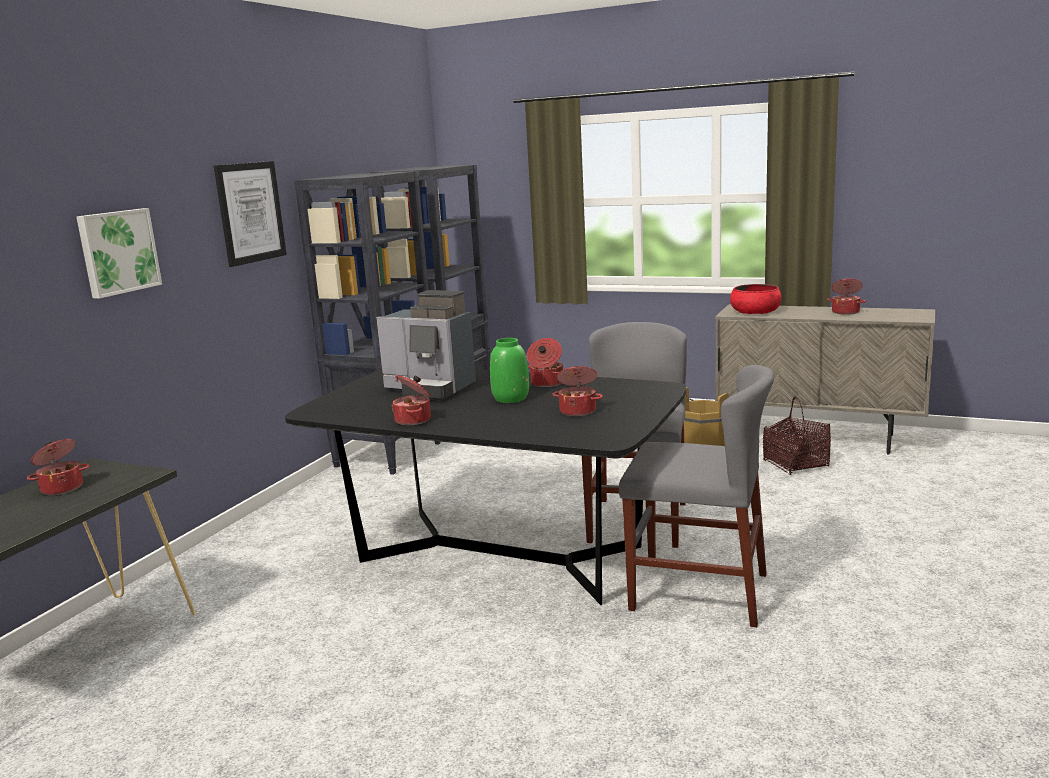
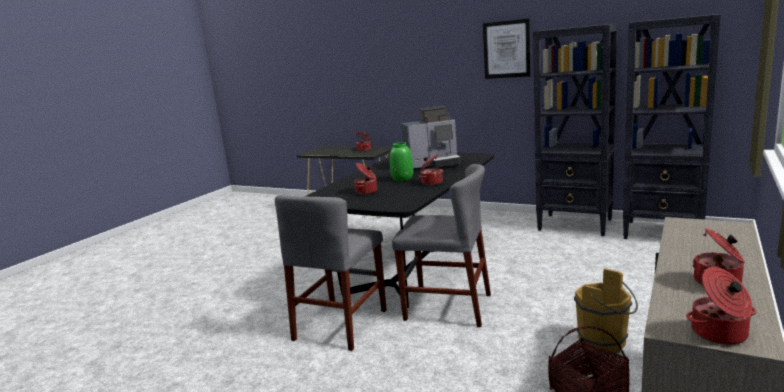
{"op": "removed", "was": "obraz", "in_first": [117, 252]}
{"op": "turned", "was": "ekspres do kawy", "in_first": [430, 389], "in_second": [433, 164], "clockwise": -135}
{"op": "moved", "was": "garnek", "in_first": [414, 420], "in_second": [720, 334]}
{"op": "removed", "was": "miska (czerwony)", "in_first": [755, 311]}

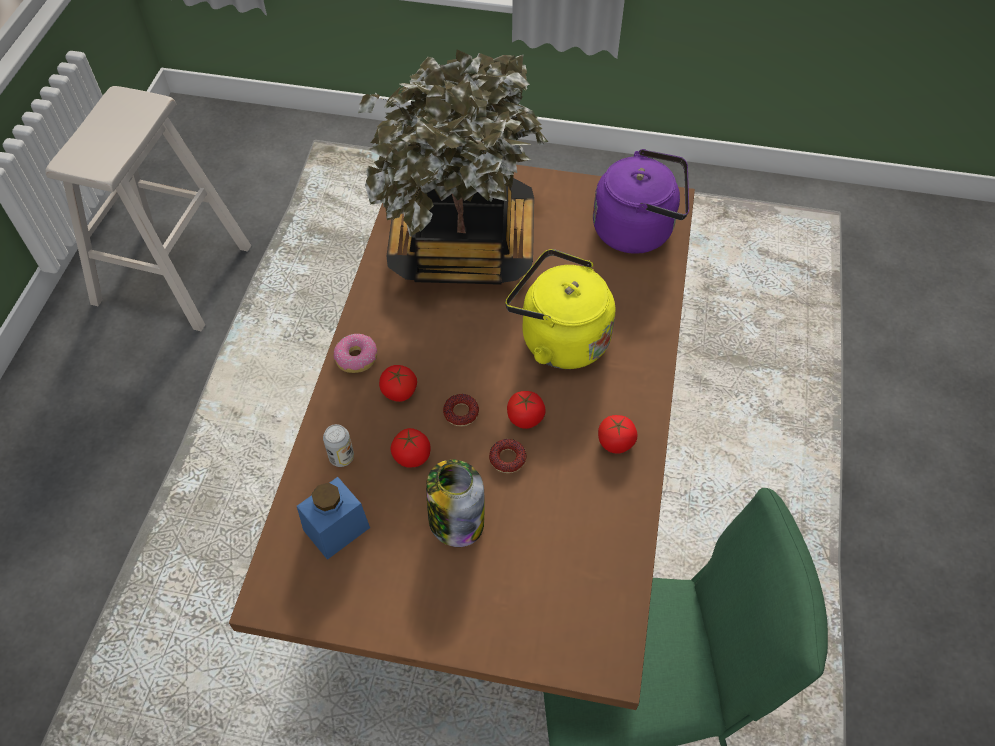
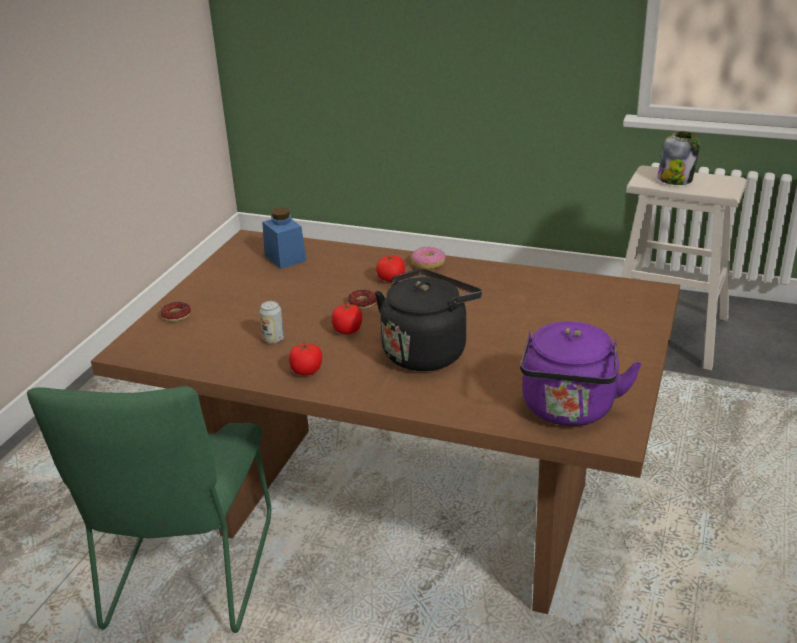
{"op": "moved", "was": "puszka", "in_first": [341, 457], "in_second": [273, 339]}
{"op": "removed", "was": "roślina doniczkowa", "in_first": [461, 244]}
{"op": "removed", "was": "pomidor", "in_first": [412, 456]}
{"op": "moved", "was": "słoik", "in_first": [455, 520], "in_second": [675, 179]}
{"op": "moved", "was": "donut", "in_first": [507, 459], "in_second": [176, 315]}
{"op": "recoloured", "was": "czajnik (żółty)", "now": "czajnik (czarny)", "in_first": [559, 338], "in_second": [427, 351]}

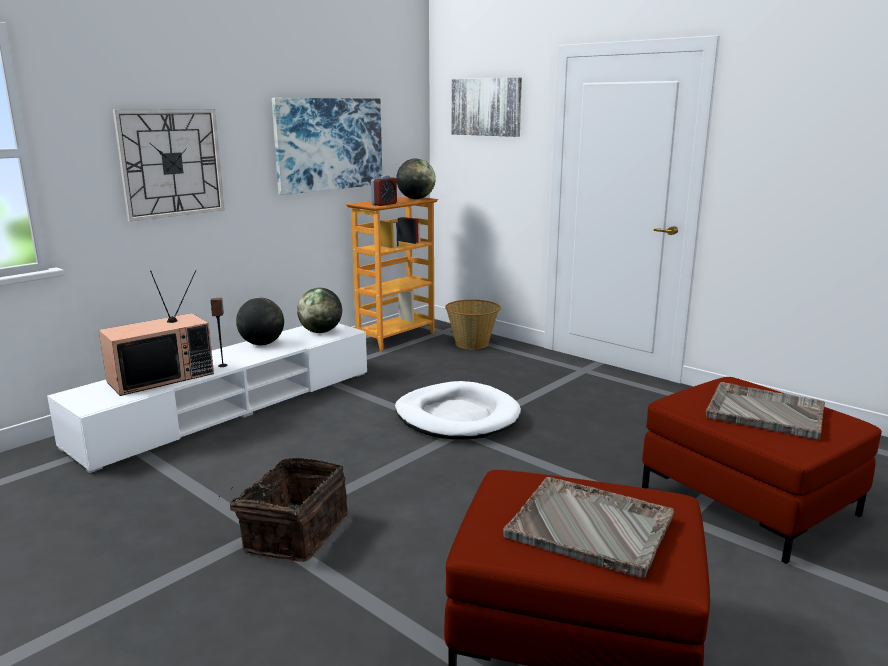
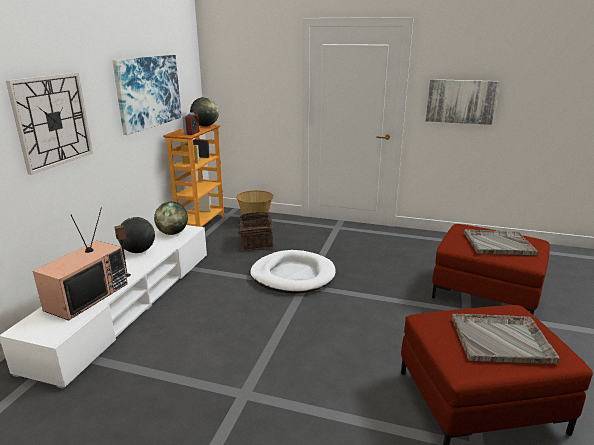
{"op": "moved", "was": "koszyk", "in_first": [293, 533], "in_second": [256, 242]}
{"op": "moved", "was": "obraz", "in_first": [486, 107], "in_second": [460, 101]}

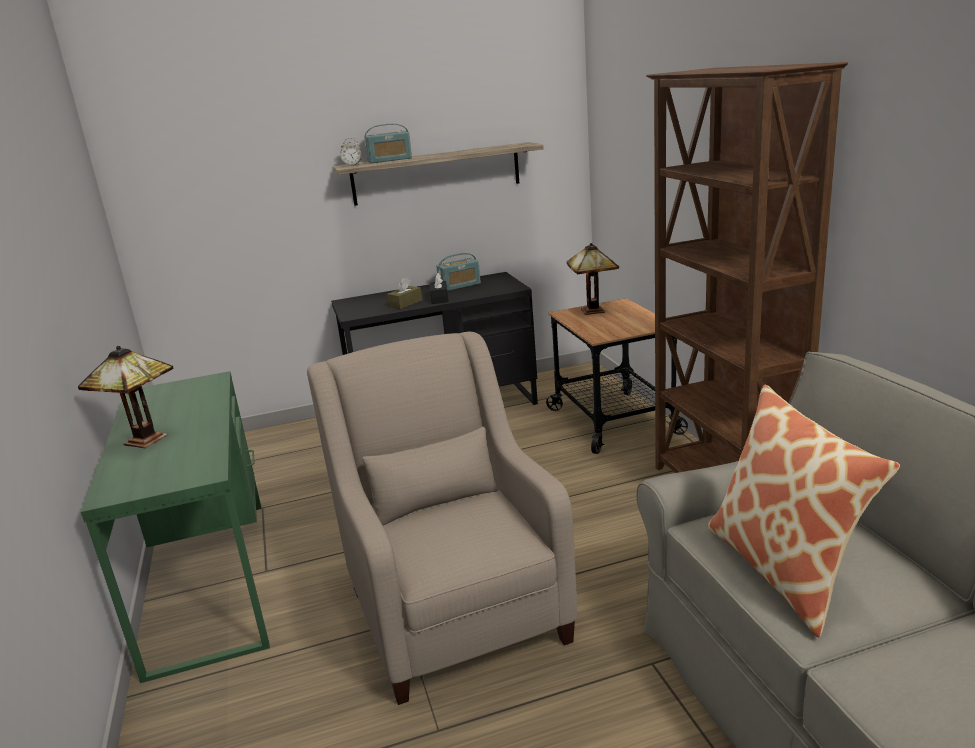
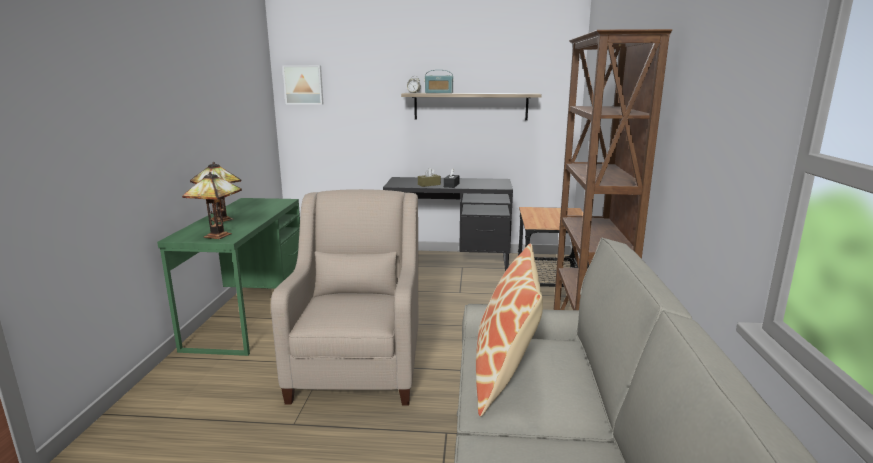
{"op": "removed", "was": "radio", "in_first": [459, 286]}
{"op": "moved", "was": "lampa stołowa", "in_first": [594, 310], "in_second": [220, 235]}
{"op": "added", "now": "obraz", "in_second": [303, 85]}

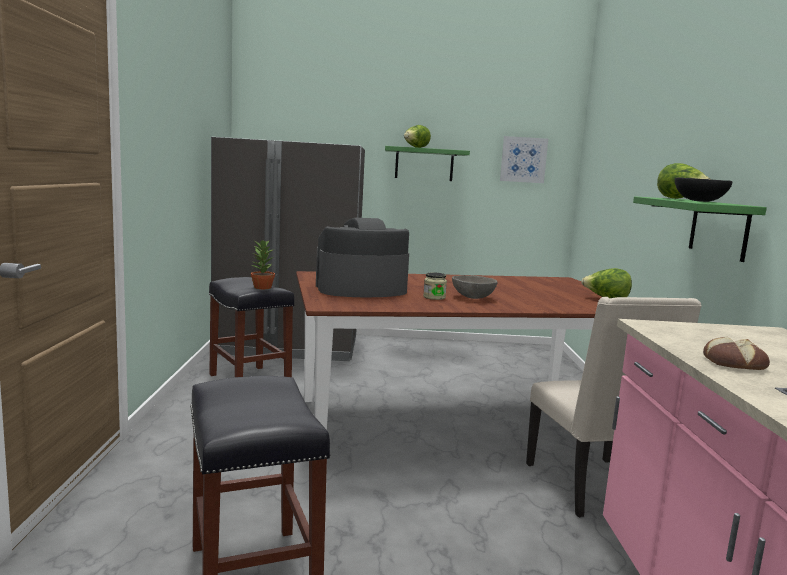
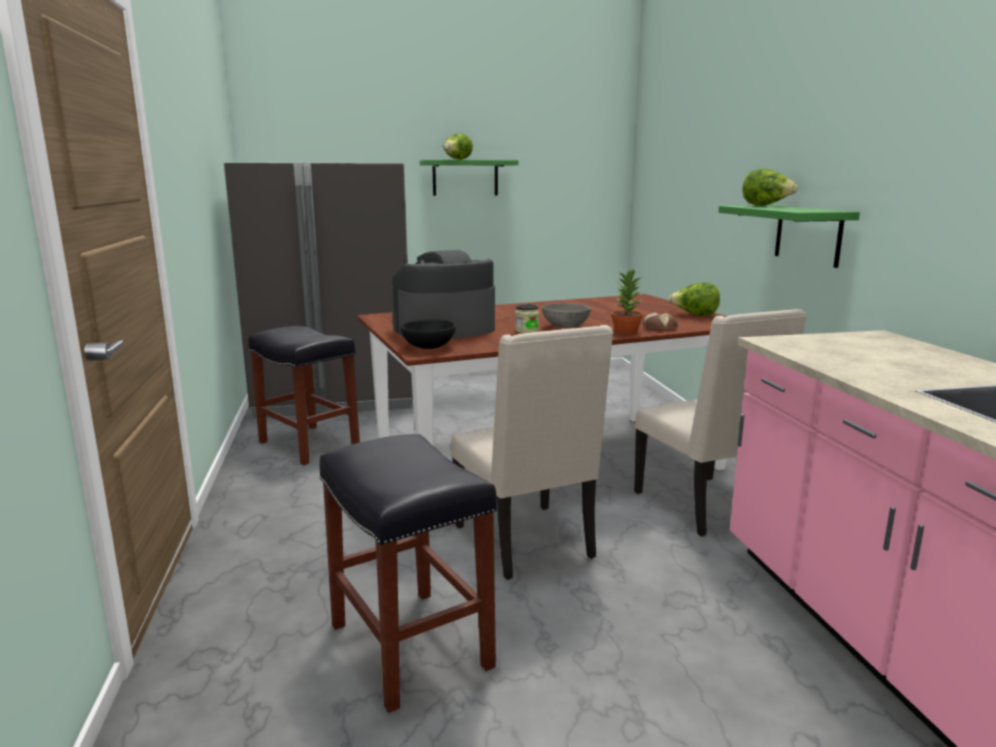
{"op": "moved", "was": "roślina doniczkowa", "in_first": [262, 287], "in_second": [625, 332]}
{"op": "removed", "was": "obraz", "in_first": [523, 159]}
{"op": "moved", "was": "miska (czarny)", "in_first": [699, 201], "in_second": [428, 347]}
{"op": "moved", "was": "chleb", "in_first": [734, 363], "in_second": [659, 328]}
{"op": "added", "now": "krzesło (beżowy)", "in_second": [527, 542]}

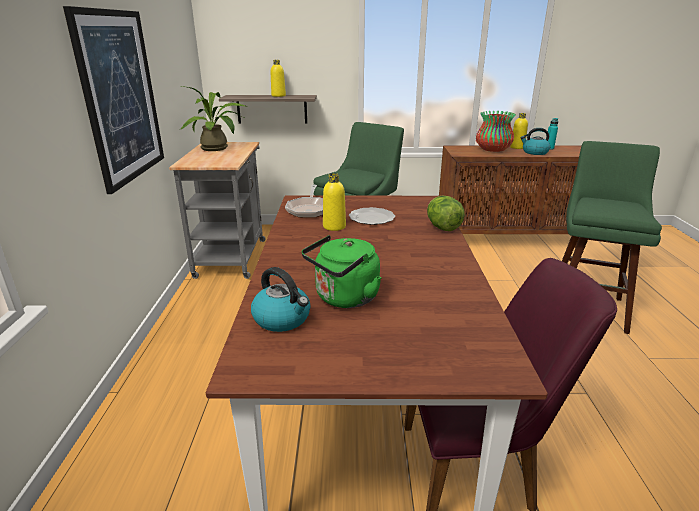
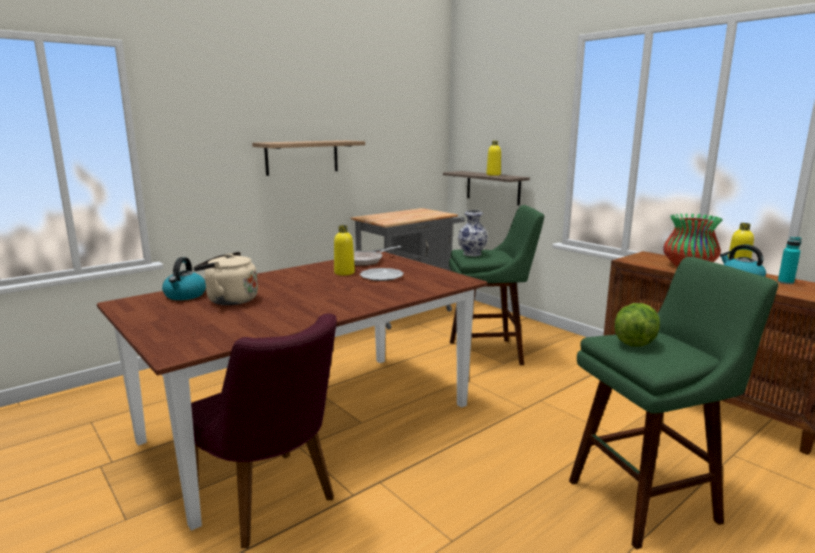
{"op": "replaced", "was": "obraz", "now": "półka", "in_first": [121, 97], "in_second": [302, 157]}
{"op": "removed", "was": "roślina doniczkowa", "in_first": [218, 148]}
{"op": "recoloured", "was": "czajnik (zielony)", "now": "czajnik (beżowy)", "in_first": [344, 298], "in_second": [229, 300]}
{"op": "moved", "was": "sałata", "in_first": [442, 227], "in_second": [634, 342]}
{"op": "added", "now": "wazon", "in_second": [472, 254]}

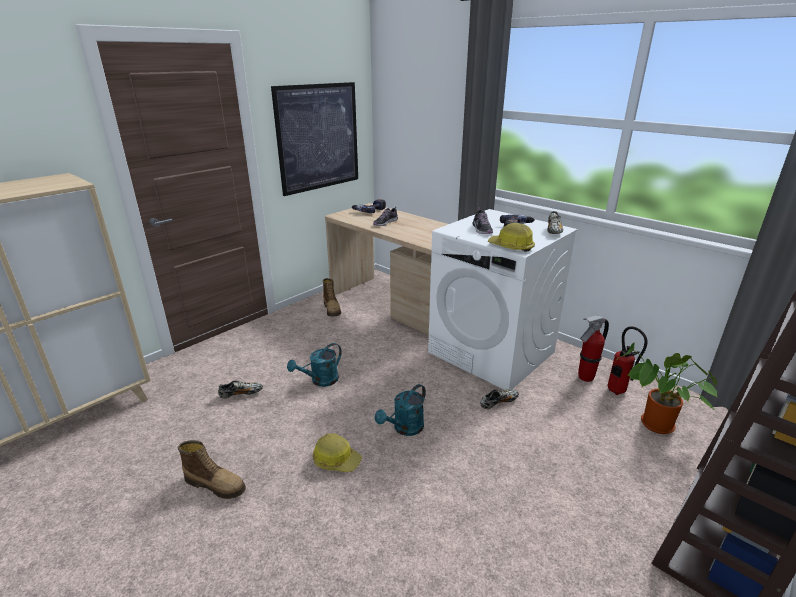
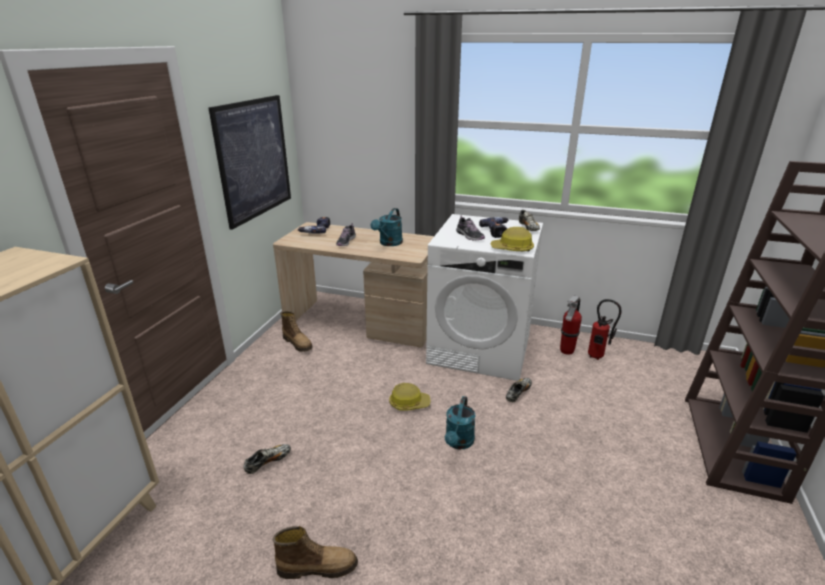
{"op": "moved", "was": "konewka (turkusowy)", "in_first": [320, 381], "in_second": [389, 243]}
{"op": "moved", "was": "kask", "in_first": [336, 459], "in_second": [409, 403]}
{"op": "removed", "was": "roślina doniczkowa", "in_first": [654, 426]}

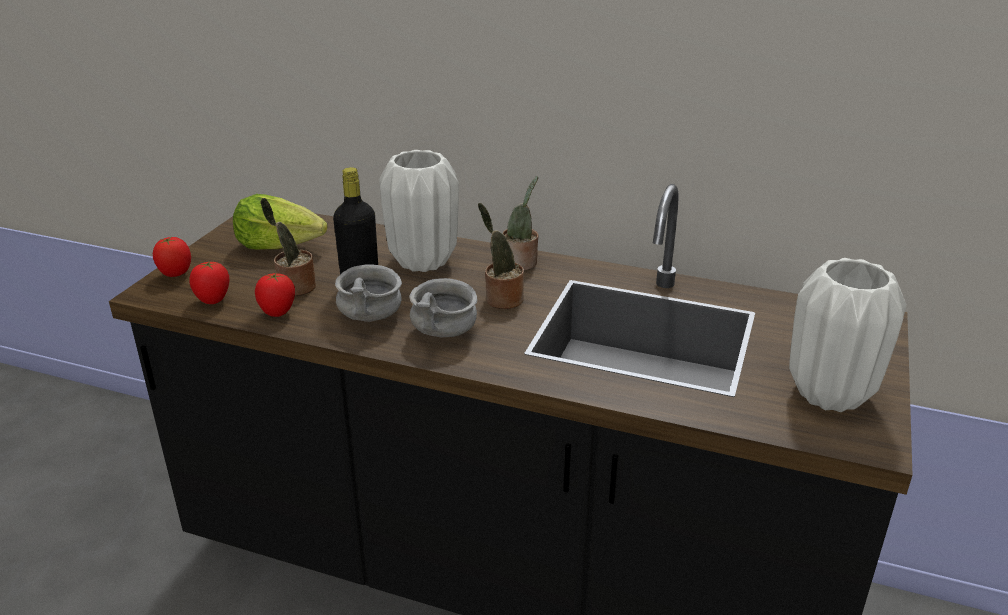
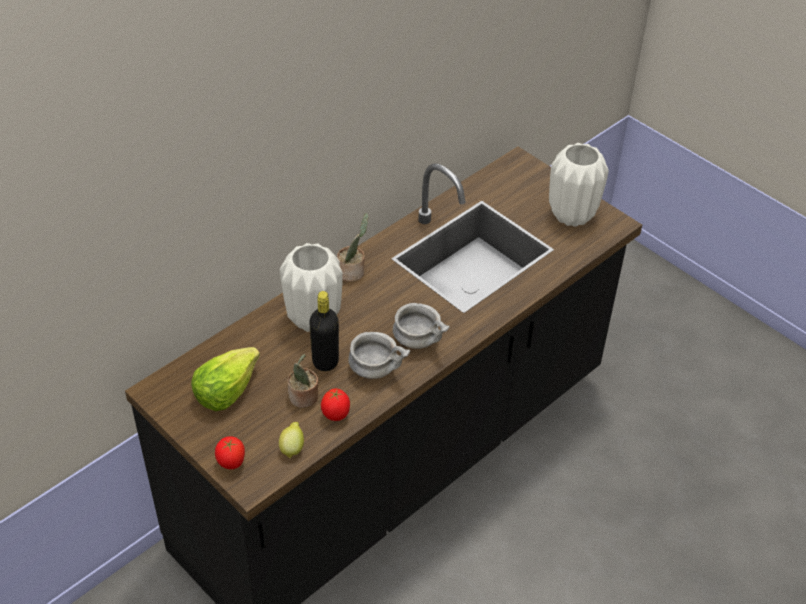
{"op": "replaced", "was": "pomidor", "now": "cytryna", "in_first": [213, 301], "in_second": [292, 448]}
{"op": "removed", "was": "roślina doniczkowa", "in_first": [501, 299]}

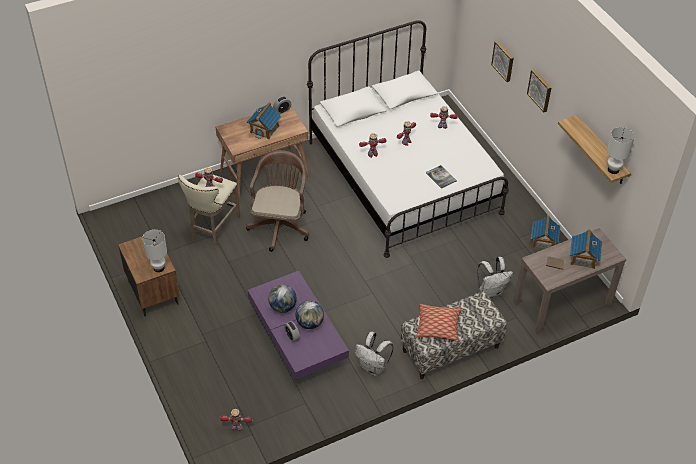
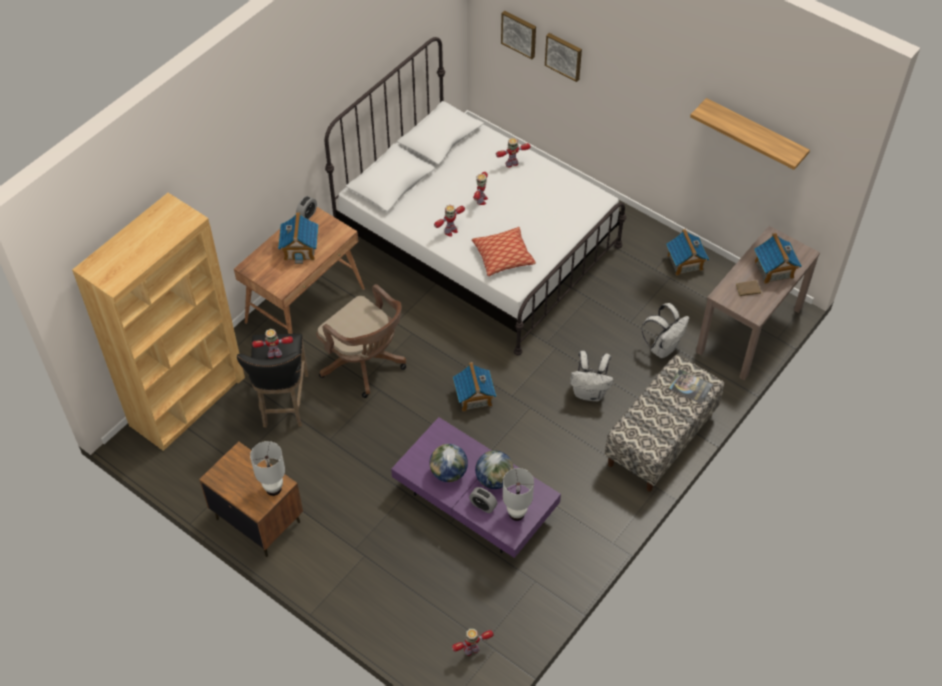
{"op": "recoloured", "was": "stołek (beżowy)", "now": "stołek (czarny)", "in_first": [213, 229], "in_second": [283, 404]}
{"op": "turned", "was": "krzesło biurowe (brązowy)", "in_first": [280, 225], "in_second": [365, 365], "clockwise": 150}
{"op": "moved", "was": "plecak (biały)", "in_first": [373, 367], "in_second": [590, 393]}
{"op": "moved", "was": "poduszka", "in_first": [438, 326], "in_second": [503, 256]}
{"op": "moved", "was": "książka", "in_first": [441, 177], "in_second": [690, 387]}
{"op": "moved", "was": "obraz", "in_first": [540, 90], "in_second": [519, 33]}
{"op": "moved", "was": "lampa stołowa (biały)", "in_first": [613, 169], "in_second": [516, 514]}
{"op": "added", "now": "regał (brązowy)", "in_second": [188, 401]}
{"op": "added", "now": "domek", "in_second": [474, 397]}

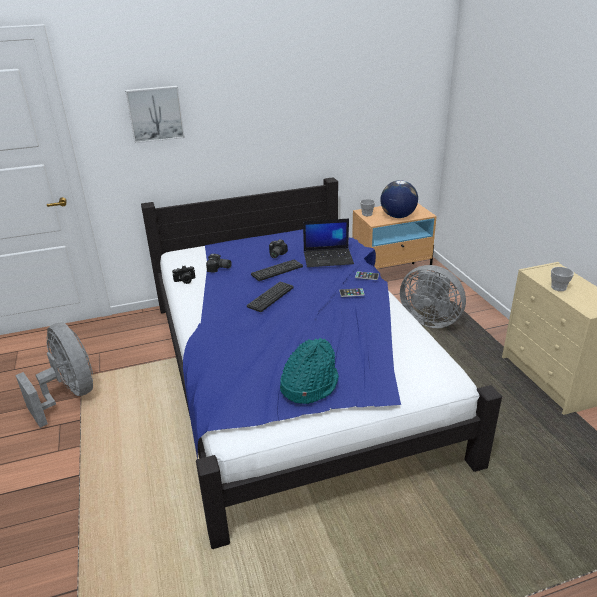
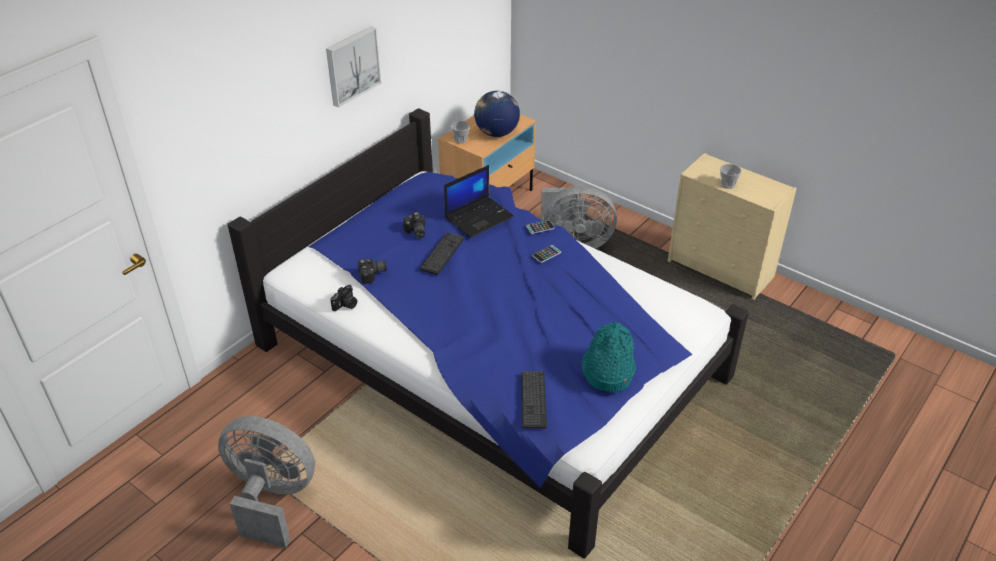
{"op": "moved", "was": "obraz", "in_first": [155, 114], "in_second": [351, 65]}
{"op": "moved", "was": "klawiatura", "in_first": [270, 297], "in_second": [533, 400]}

